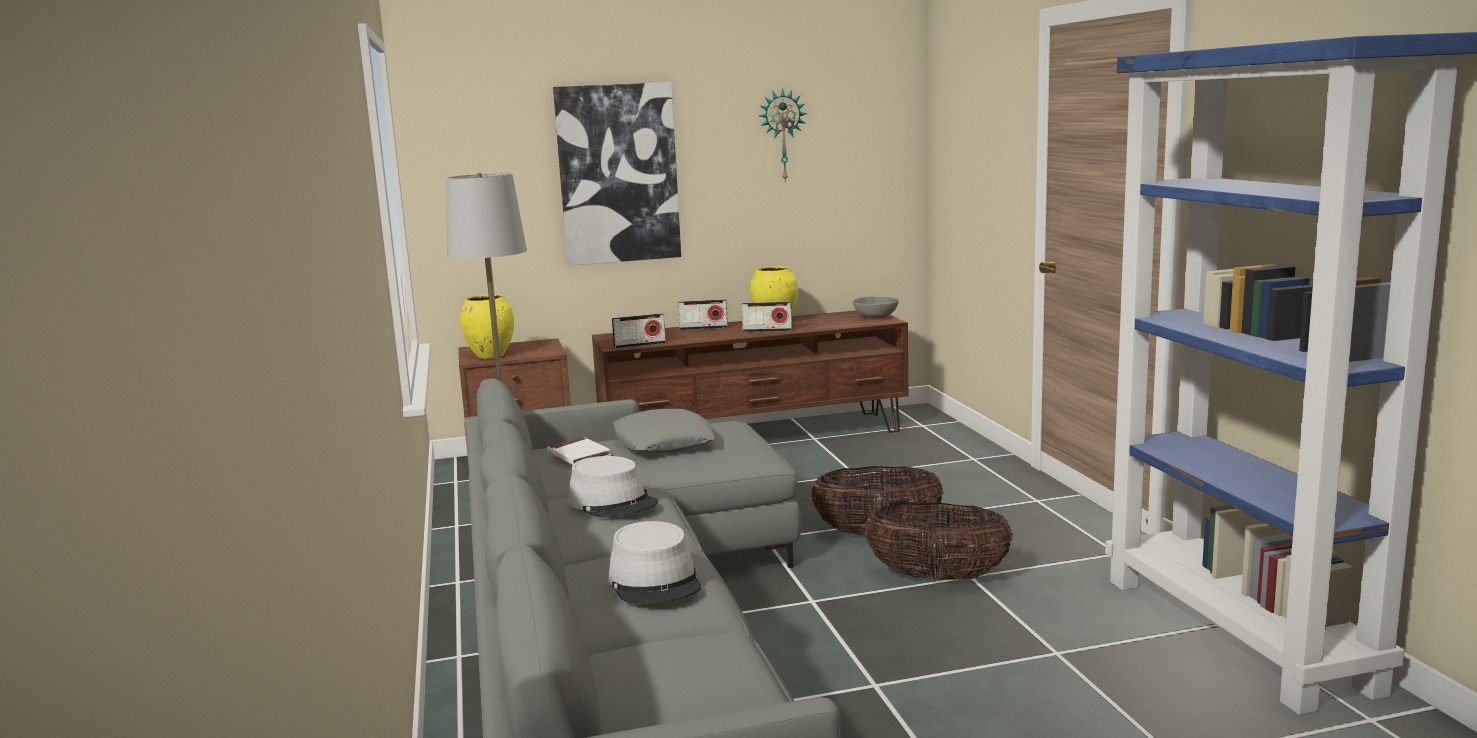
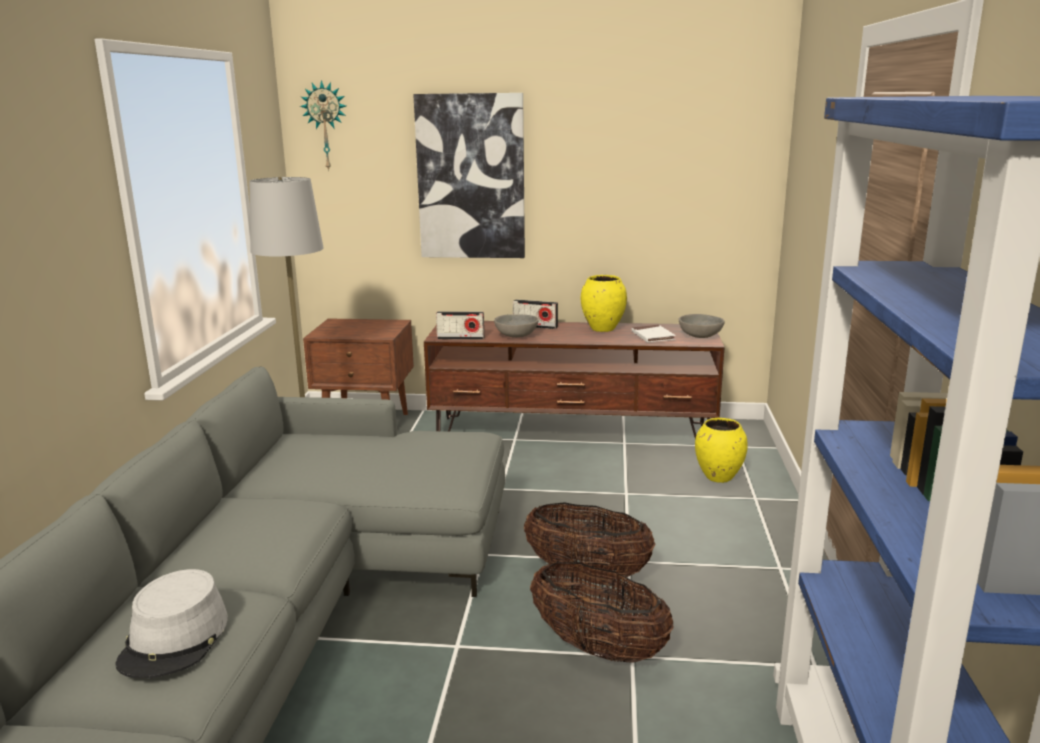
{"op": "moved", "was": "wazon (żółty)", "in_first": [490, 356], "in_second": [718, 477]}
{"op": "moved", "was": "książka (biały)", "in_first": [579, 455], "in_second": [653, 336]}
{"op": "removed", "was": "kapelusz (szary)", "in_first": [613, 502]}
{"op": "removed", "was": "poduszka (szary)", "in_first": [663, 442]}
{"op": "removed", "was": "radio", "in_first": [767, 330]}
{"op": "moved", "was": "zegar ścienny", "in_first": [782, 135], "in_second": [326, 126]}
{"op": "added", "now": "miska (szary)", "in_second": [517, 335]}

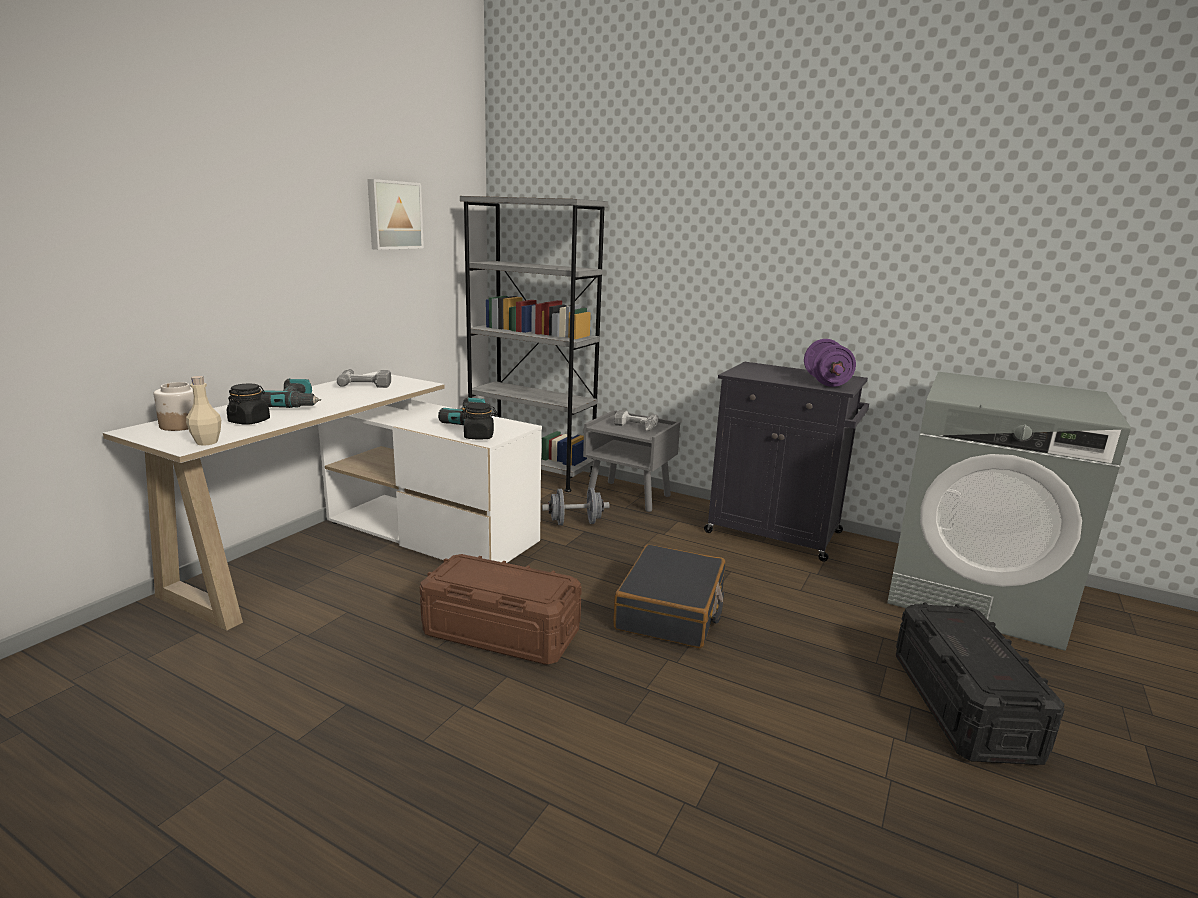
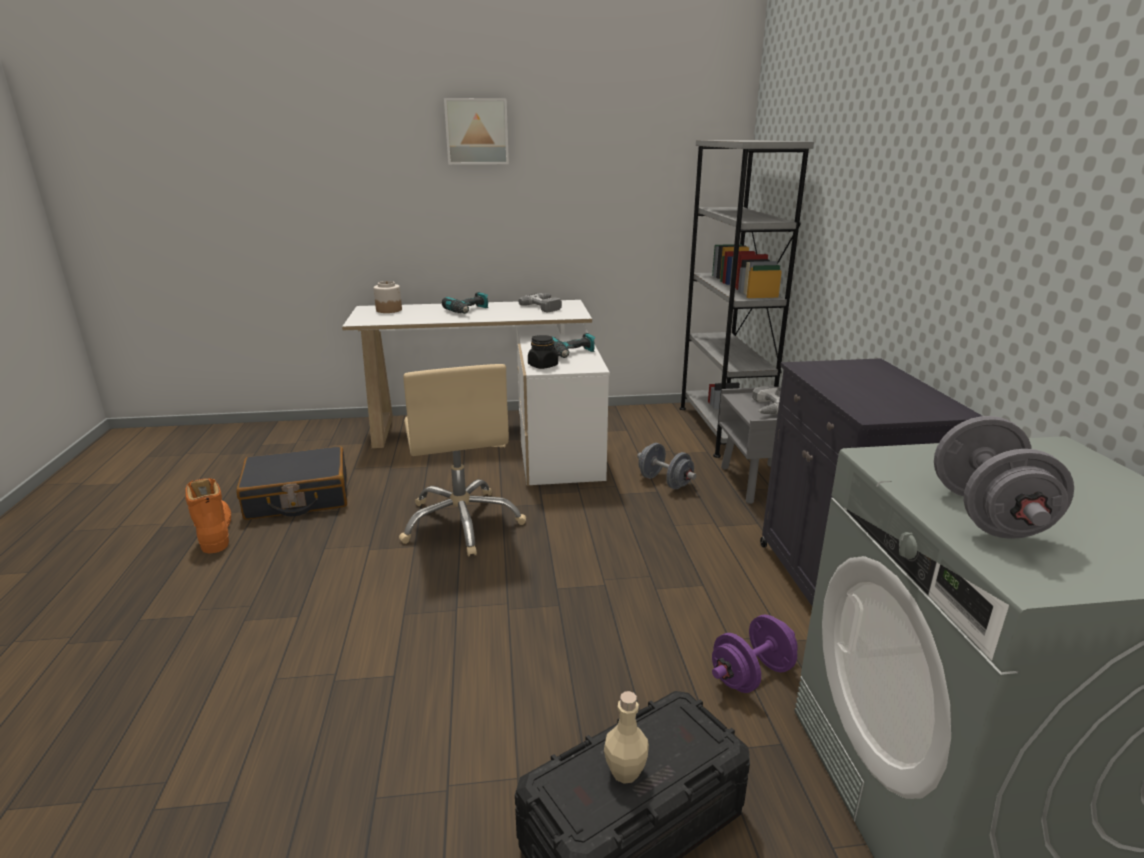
{"op": "moved", "was": "butelka (beżowy)", "in_first": [207, 442], "in_second": [625, 771]}
{"op": "removed", "was": "słoik (czarny)", "in_first": [249, 421]}
{"op": "moved", "was": "obraz", "in_first": [393, 215], "in_second": [477, 131]}
{"op": "replaced", "was": "pojemnik do przechowywania (brązowy)", "now": "krzesło biurowe (beżowy)", "in_first": [501, 633], "in_second": [462, 522]}
{"op": "moved", "was": "walizka (czarny)", "in_first": [671, 611], "in_second": [298, 497]}
{"op": "moved", "was": "hantel (fioletowy)", "in_first": [826, 382], "in_second": [751, 675]}
{"op": "added", "now": "but z cholewką (pomarańczowy)", "in_second": [215, 532]}
{"op": "added", "now": "hantel (szary)", "in_second": [987, 515]}

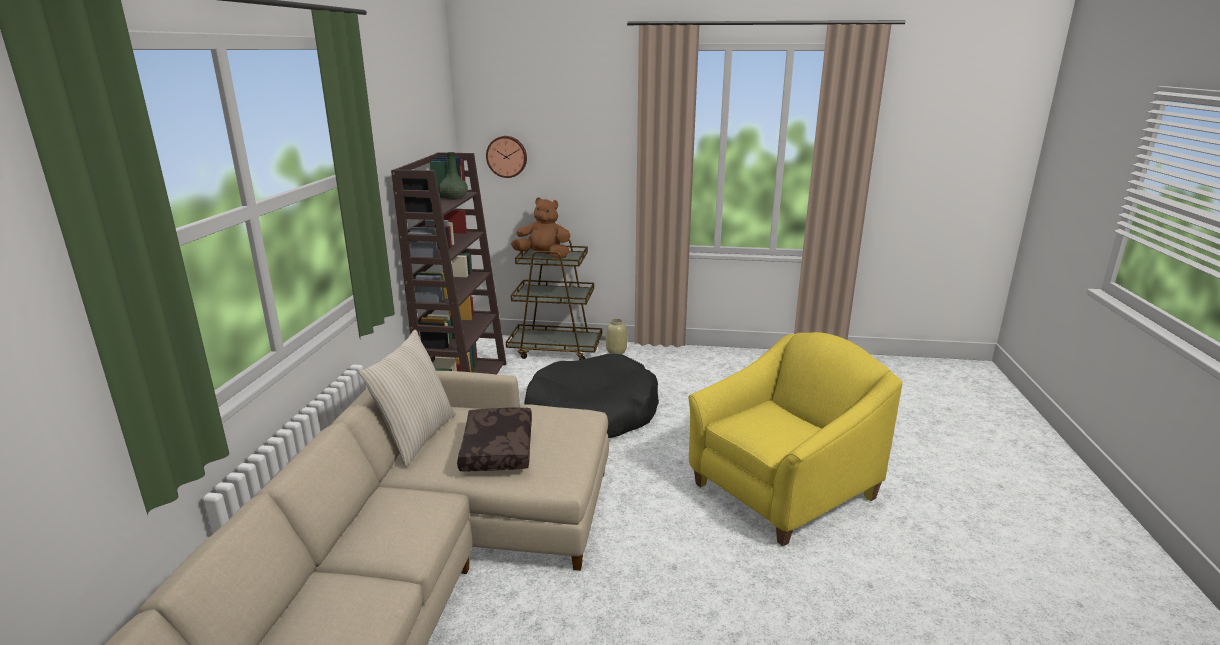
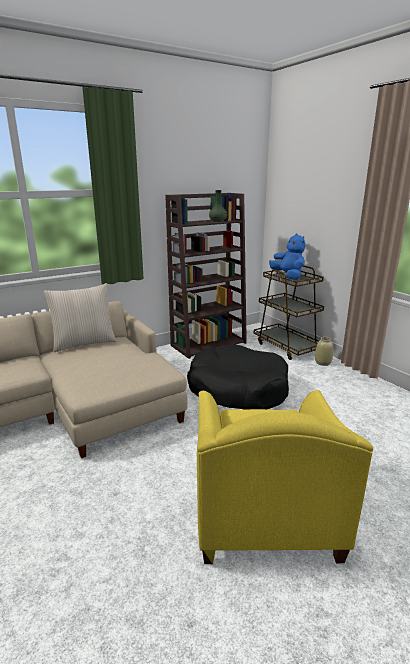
{"op": "removed", "was": "poduszka (brązowy)", "in_first": [496, 449]}
{"op": "removed", "was": "zegar ścienny", "in_first": [507, 156]}
{"op": "recoloured", "was": "pluszak (brązowy)", "now": "pluszak (niebieski)", "in_first": [544, 256], "in_second": [288, 276]}
{"op": "turned", "was": "fotel (żółty)", "in_first": [782, 491], "in_second": [263, 508], "clockwise": 75}

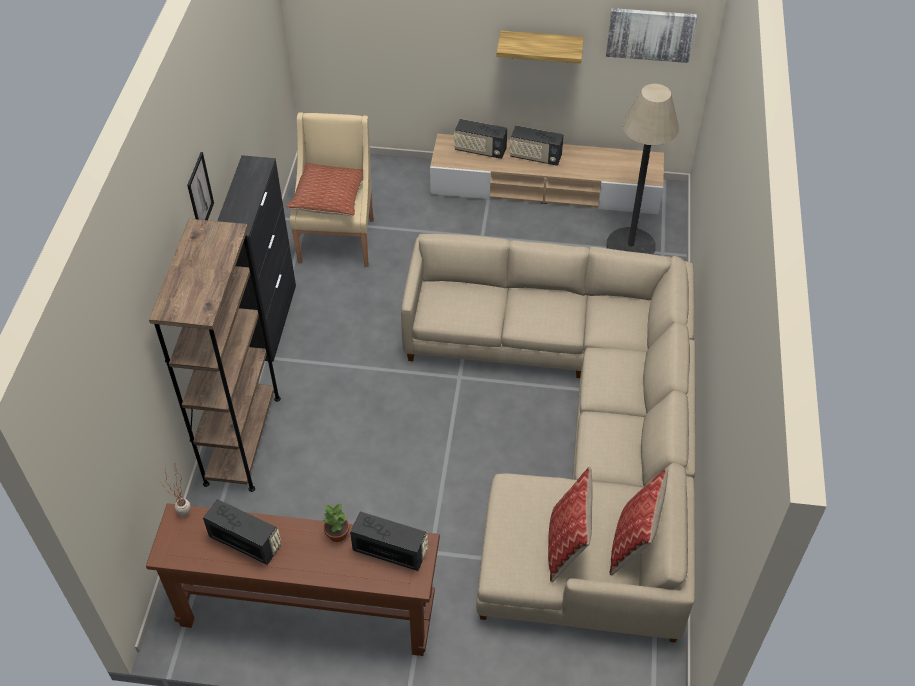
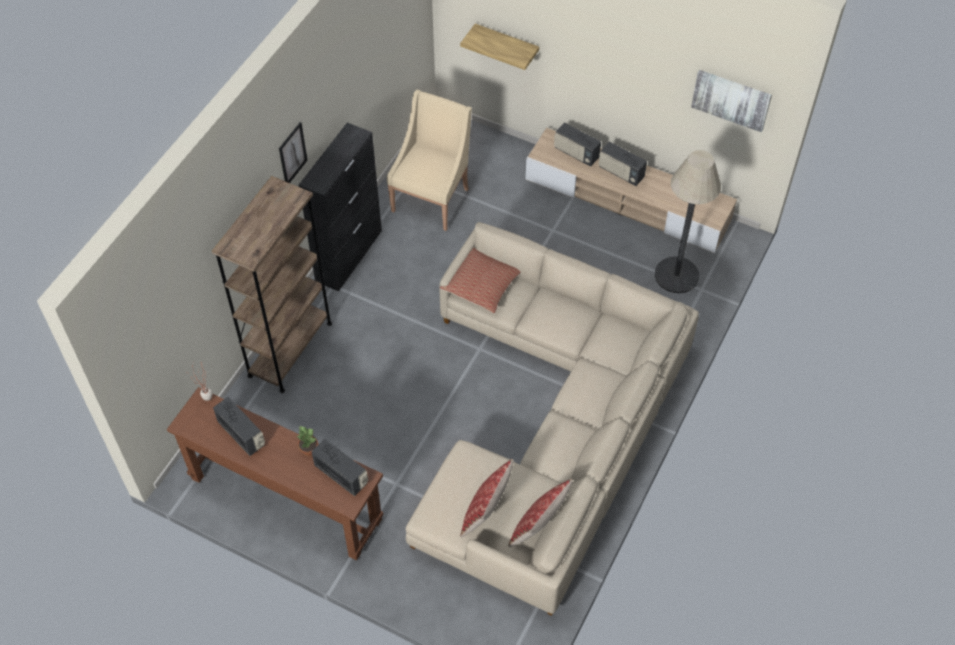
{"op": "moved", "was": "poduszka", "in_first": [329, 197], "in_second": [481, 285]}
{"op": "moved", "was": "półka", "in_first": [541, 46], "in_second": [506, 45]}

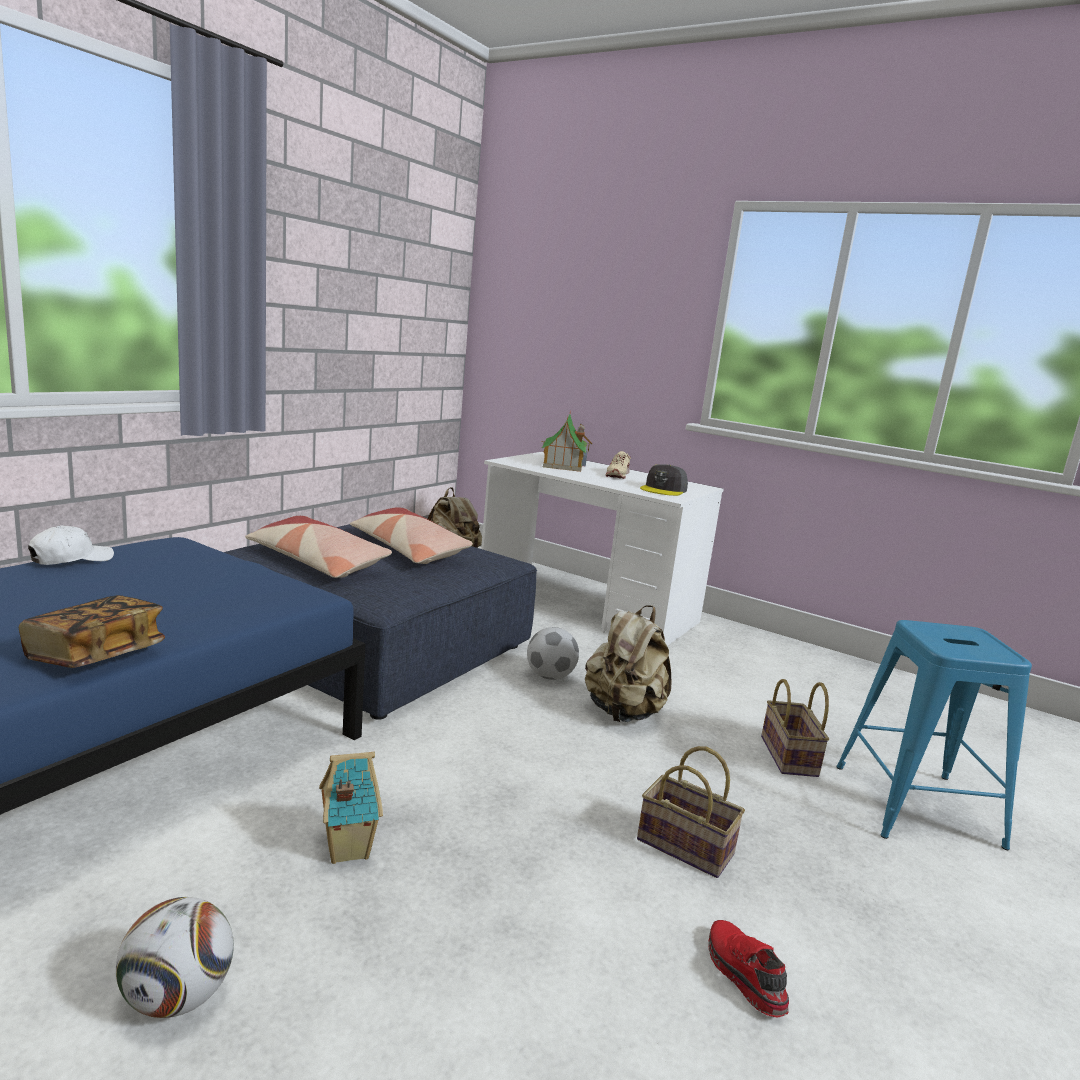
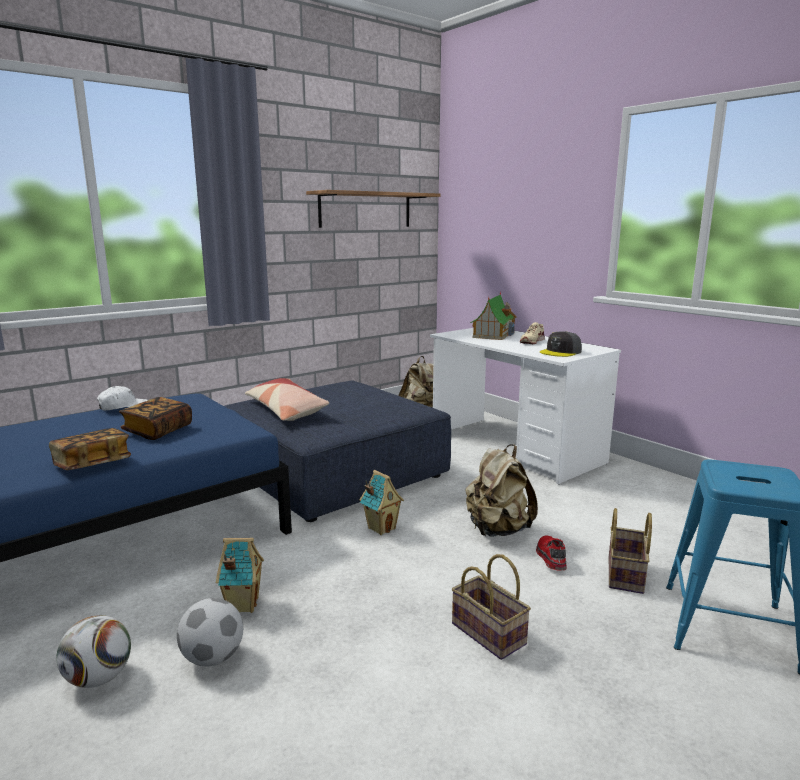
{"op": "removed", "was": "poduszka", "in_first": [409, 550]}
{"op": "moved", "was": "piłka futbolowa", "in_first": [550, 677], "in_second": [212, 658]}
{"op": "moved", "was": "but (czerwony)", "in_first": [742, 975], "in_second": [550, 558]}
{"op": "added", "now": "książka", "in_second": [158, 430]}
{"op": "added", "now": "półka", "in_second": [365, 210]}
{"op": "added", "now": "domek", "in_second": [381, 528]}

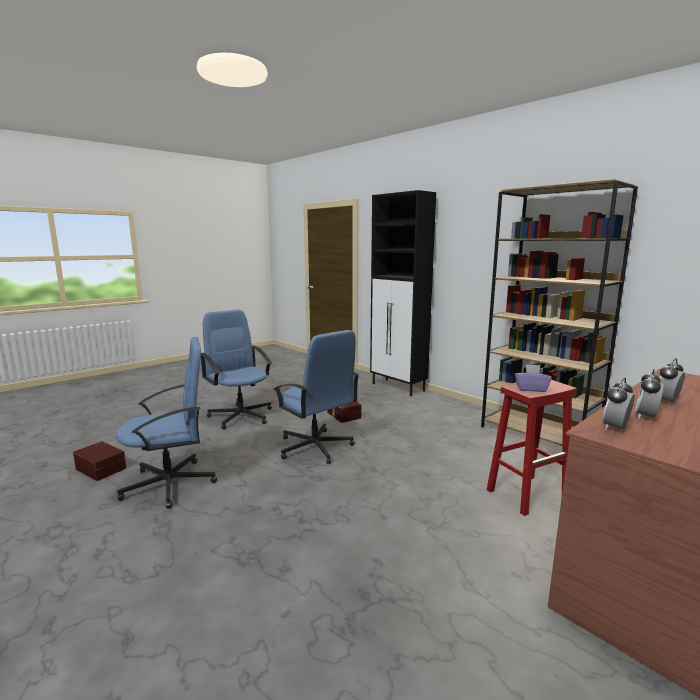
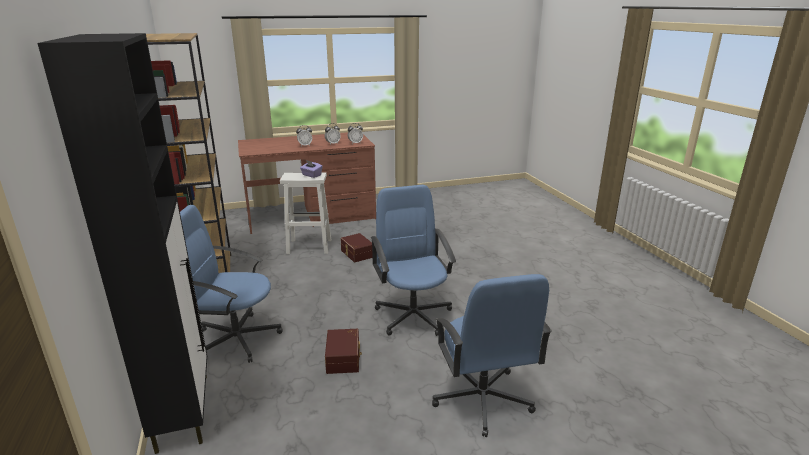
{"op": "moved", "was": "pojemnik do przechowywania (brązowy)", "in_first": [102, 468], "in_second": [356, 254]}
{"op": "moved", "was": "krzesło biurowe (niebieski)", "in_first": [171, 484], "in_second": [236, 339]}
{"op": "recoloured", "was": "stołek (czerwony)", "now": "stołek (biały)", "in_first": [528, 494], "in_second": [308, 247]}

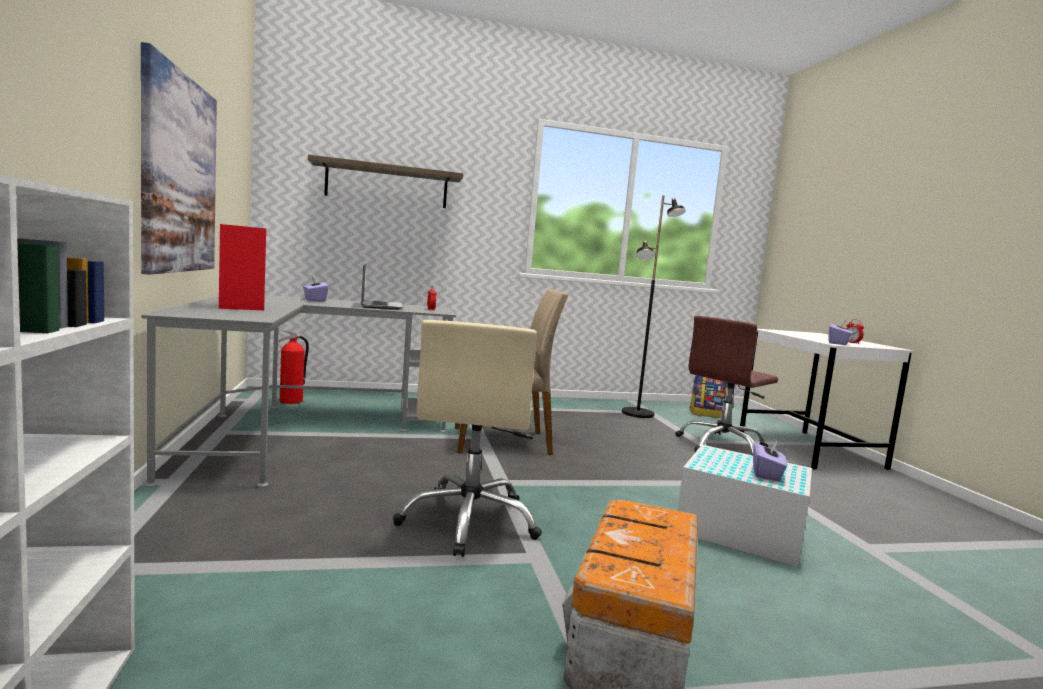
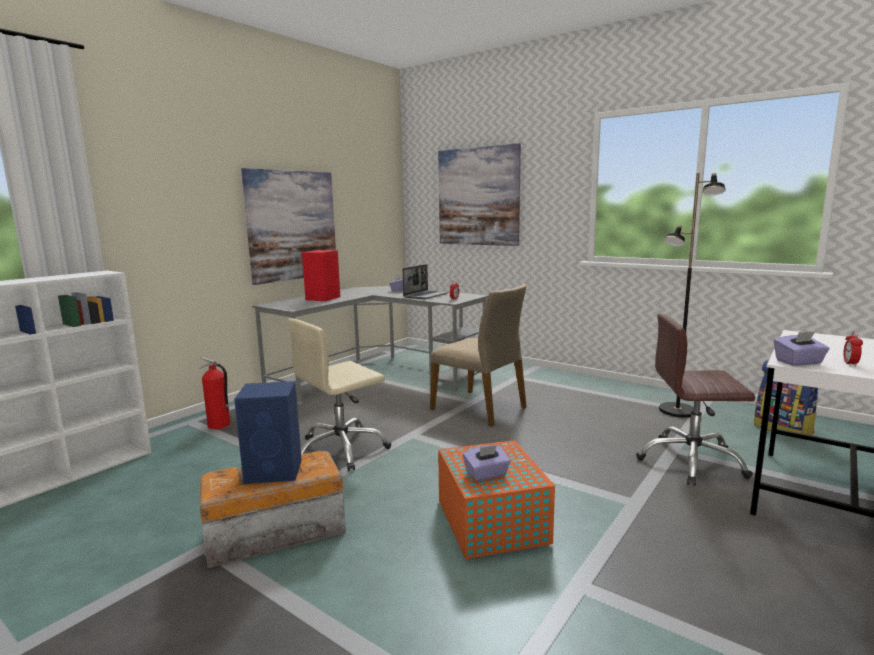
{"op": "moved", "was": "gaśnica", "in_first": [291, 401], "in_second": [219, 425]}
{"op": "replaced", "was": "półka", "now": "obraz", "in_first": [387, 185], "in_second": [478, 196]}
{"op": "recoloured", "was": "pojemnik do przechowywania (biały)", "now": "pojemnik do przechowywania (pomarańczowy)", "in_first": [738, 530], "in_second": [491, 520]}
{"op": "added", "now": "głośnik (niebieski)", "in_second": [275, 471]}

